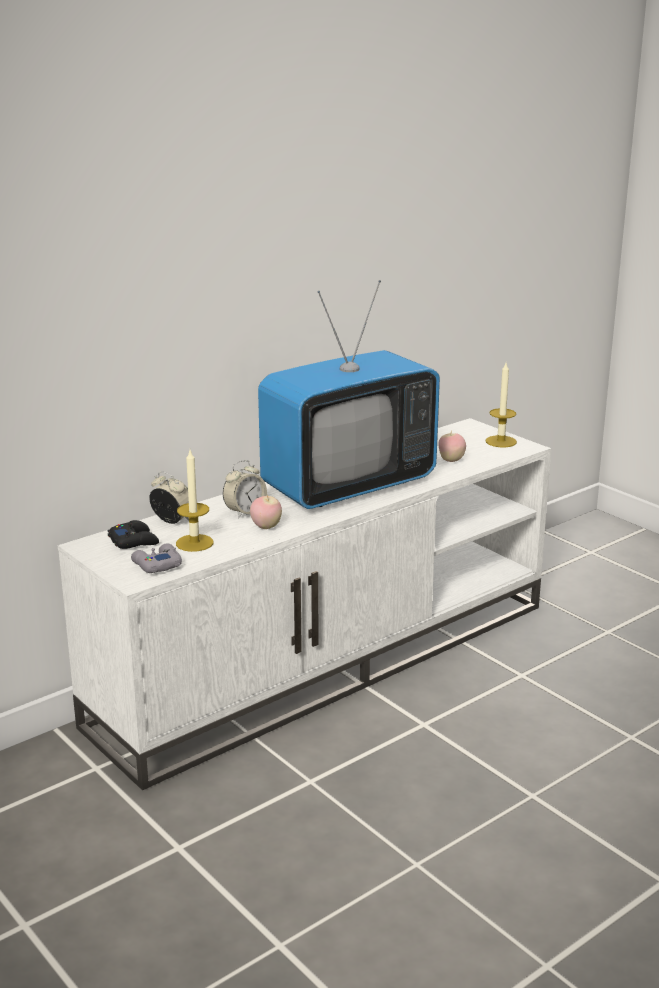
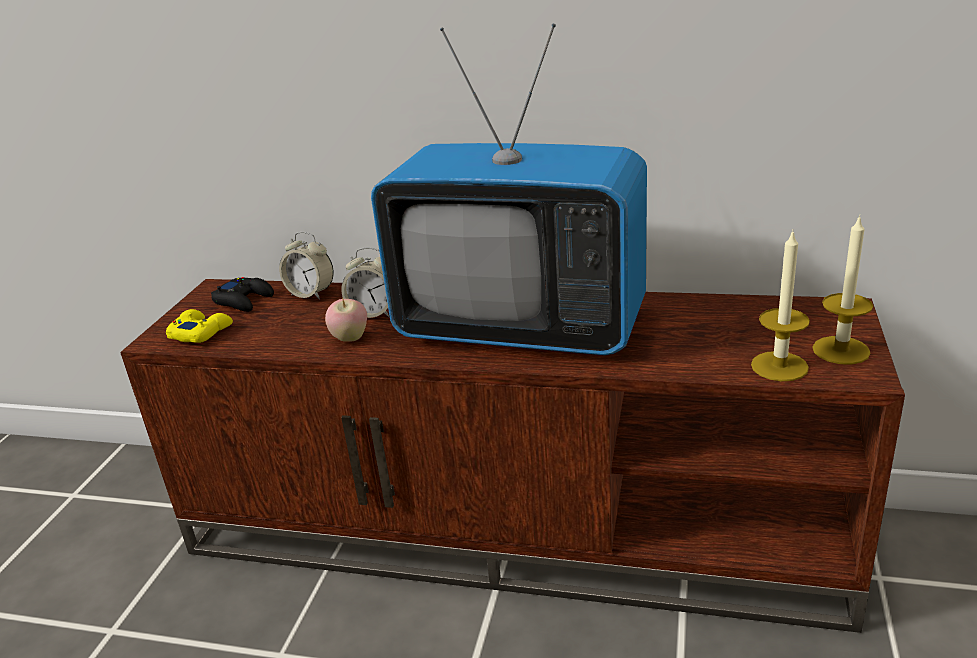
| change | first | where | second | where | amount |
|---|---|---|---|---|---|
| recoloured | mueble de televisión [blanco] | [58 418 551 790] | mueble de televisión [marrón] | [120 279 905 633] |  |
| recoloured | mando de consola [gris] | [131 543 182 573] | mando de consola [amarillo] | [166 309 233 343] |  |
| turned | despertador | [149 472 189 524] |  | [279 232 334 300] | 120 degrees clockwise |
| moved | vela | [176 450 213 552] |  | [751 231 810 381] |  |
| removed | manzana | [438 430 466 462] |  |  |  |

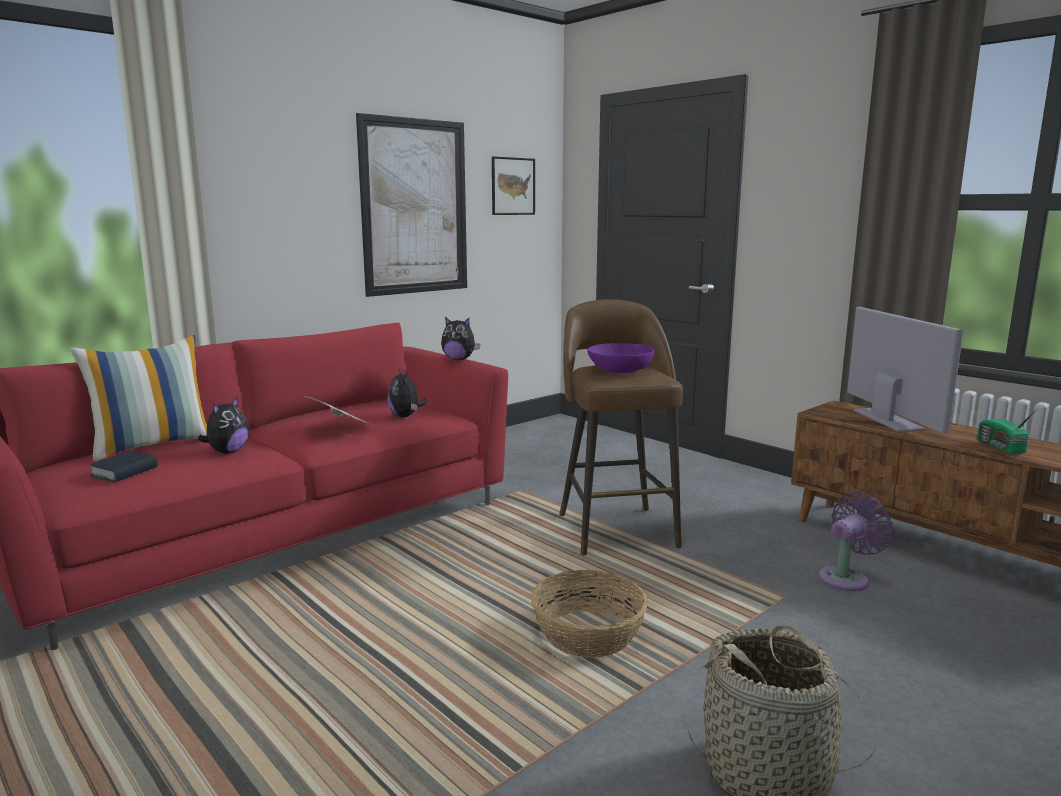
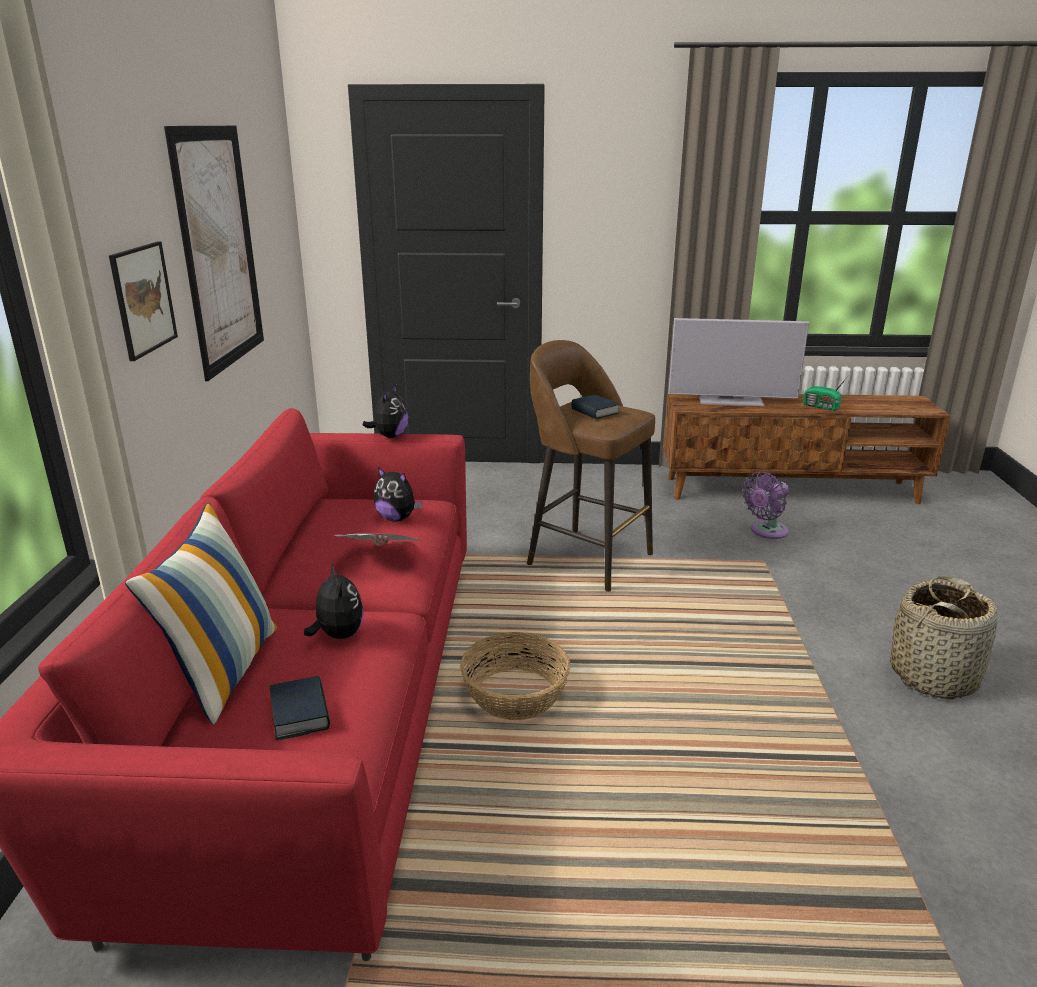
| change | first | where | second | where | amount |
|---|---|---|---|---|---|
| moved | cuadro | [492 156 535 215] |  | [109 241 178 361] |  |
| turned | peluche | [441 317 480 360] |  | [362 384 409 438] | 45 degrees counterclockwise |
| moved | cesta | [531 570 648 657] |  | [460 632 571 720] |  |
| replaced | cuenco [morado] | [587 343 655 373] | libro | [571 395 619 419] |  |
| turned | televisor | [847 307 964 434] |  | [668 318 809 406] | 150 degrees clockwise |
| turned | ventilador [morado] | [819 492 893 591] |  | [743 471 789 539] | 135 degrees counterclockwise |

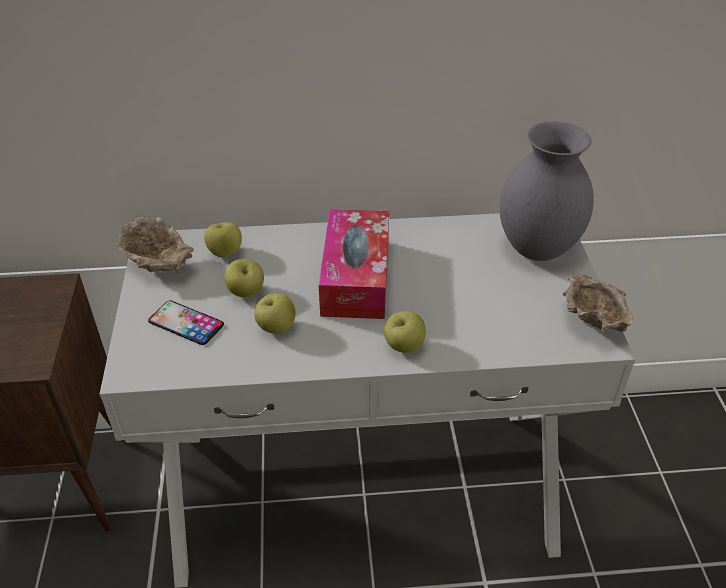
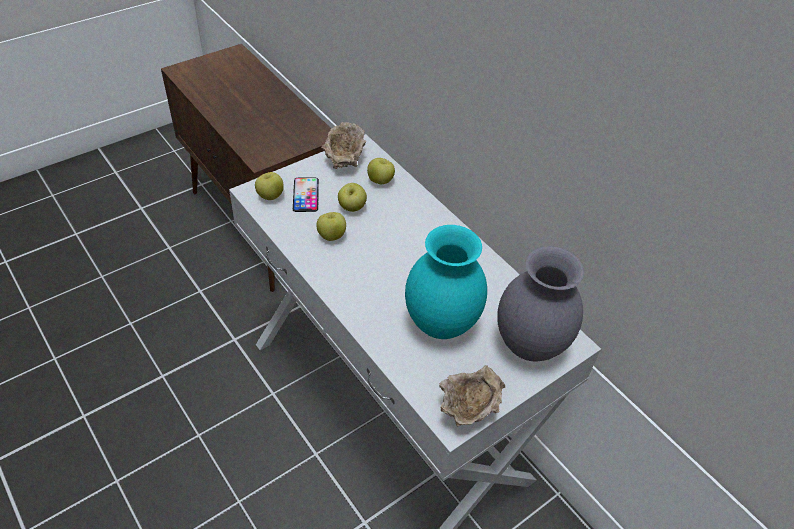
| change | first | where | second | where | amount |
|---|---|---|---|---|---|
| moved | manzana | [384 311 426 353] |  | [255 172 284 200] |  |
| added |  |  | florero [turquesa] | [405 225 487 339] |  |
| removed | caja de pañuelos | [319 209 389 319] |  |  |  |

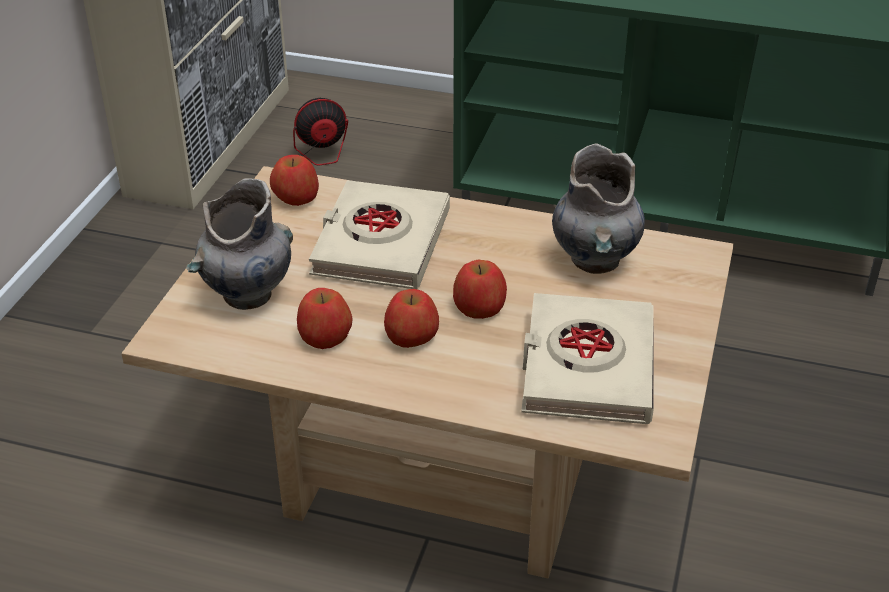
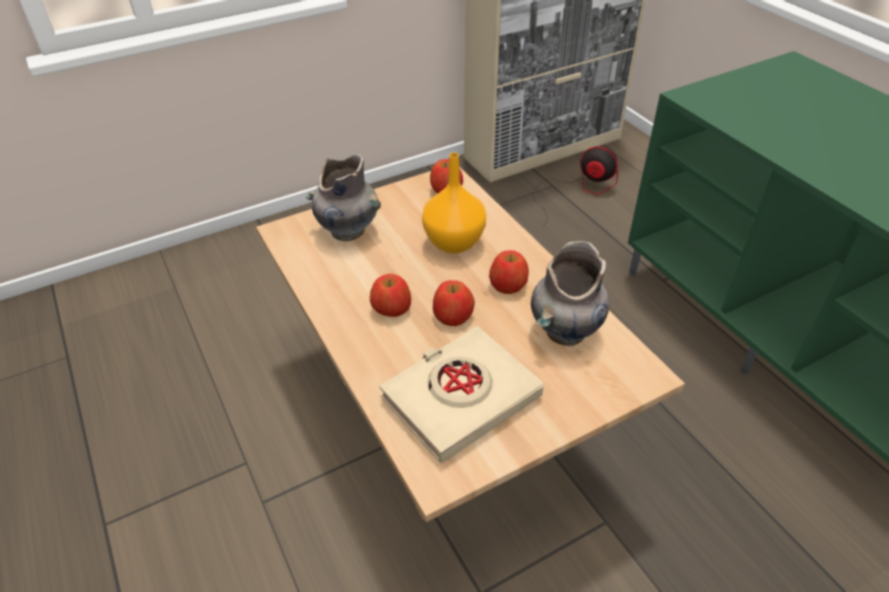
| change | first | where | second | where | amount |
|---|---|---|---|---|---|
| replaced | libro [beis] | [309 180 450 289] | florero [naranja] | [422 152 486 253] |  |
| moved | manzana | [297 288 353 349] |  | [489 250 529 294] |  |

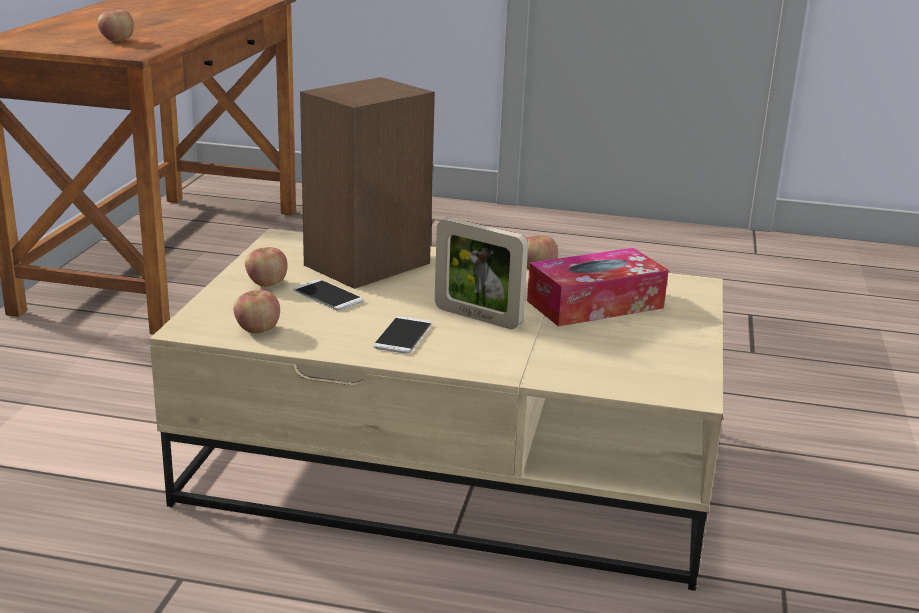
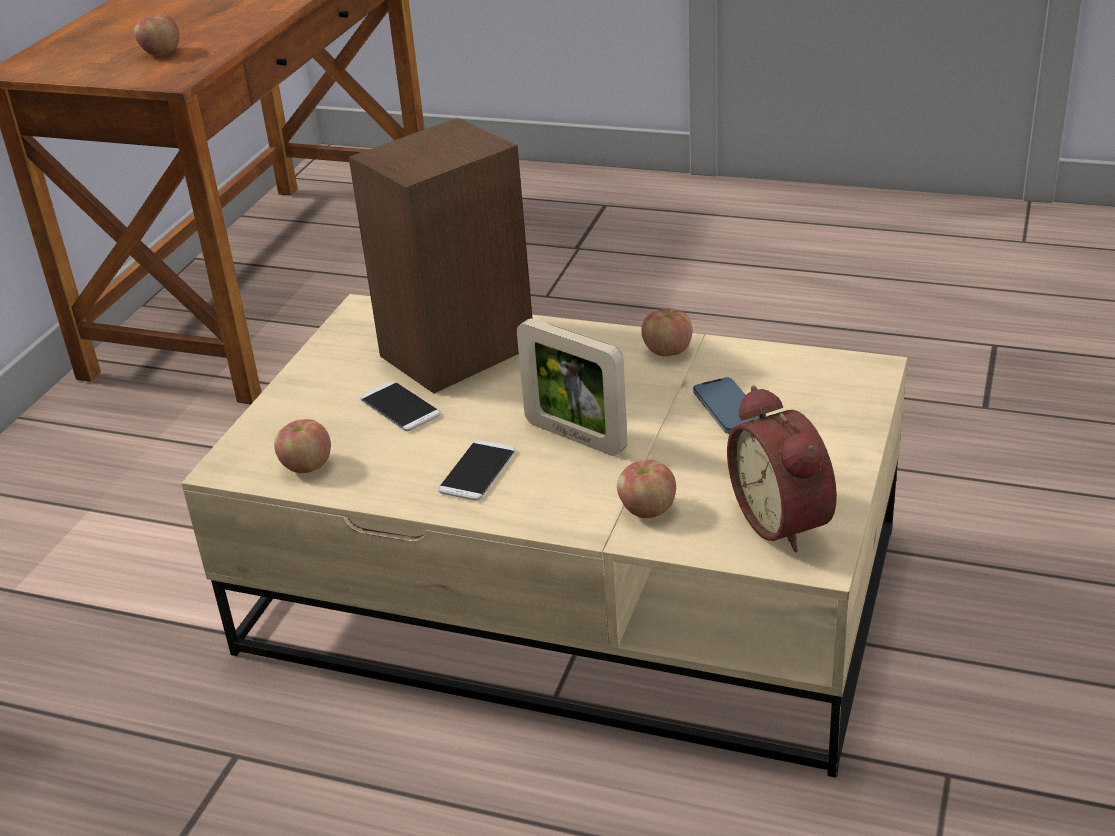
| change | first | where | second | where | amount |
|---|---|---|---|---|---|
| moved | manzana | [245 247 288 287] |  | [617 460 676 518] |  |
| replaced | caja de pañuelos | [527 248 668 327] | móvil | [693 377 760 434] |  |
| added |  |  | despertador | [727 386 837 553] |  |

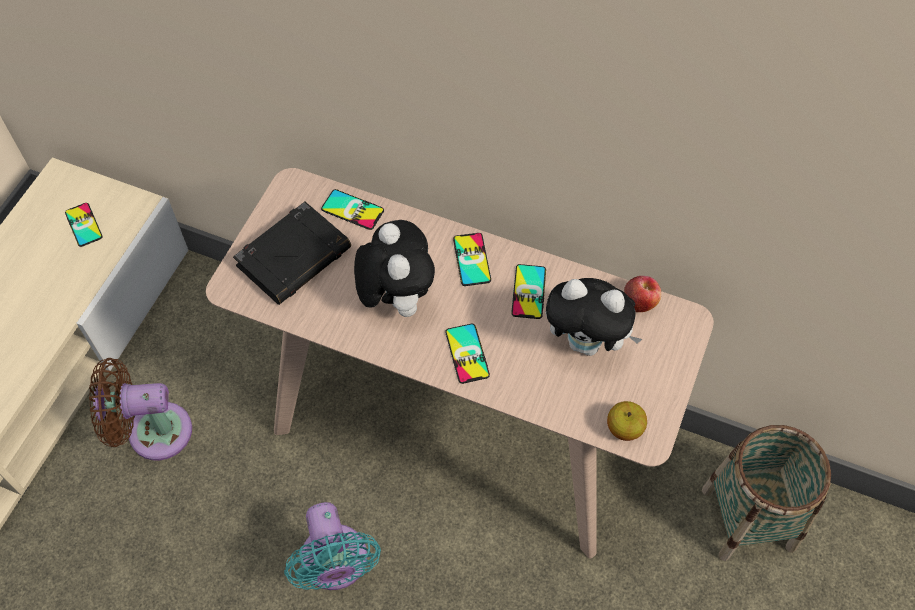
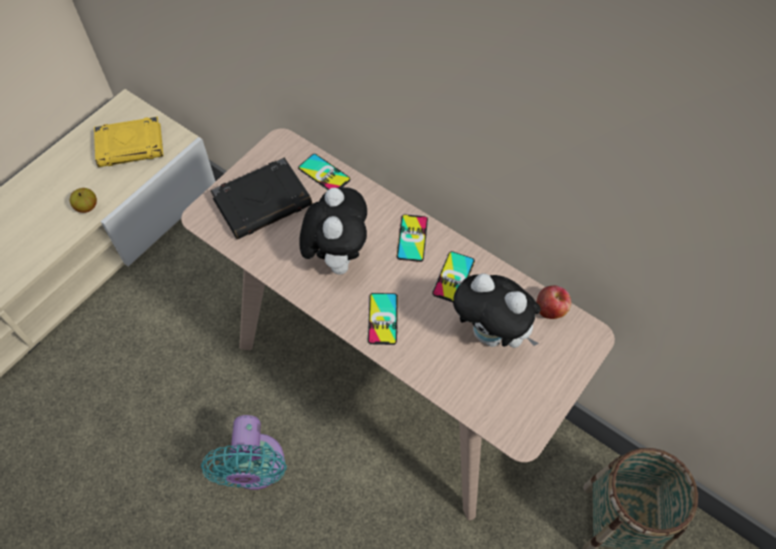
| change | first | where | second | where | amount |
|---|---|---|---|---|---|
| moved | manzana | [607 401 647 441] |  | [70 188 97 213] |  |
| replaced | móvil | [65 203 103 247] | libro [amarillo] | [94 117 163 167] |  |
| removed | ventilador [marrón] | [89 358 192 461] |  |  |  |

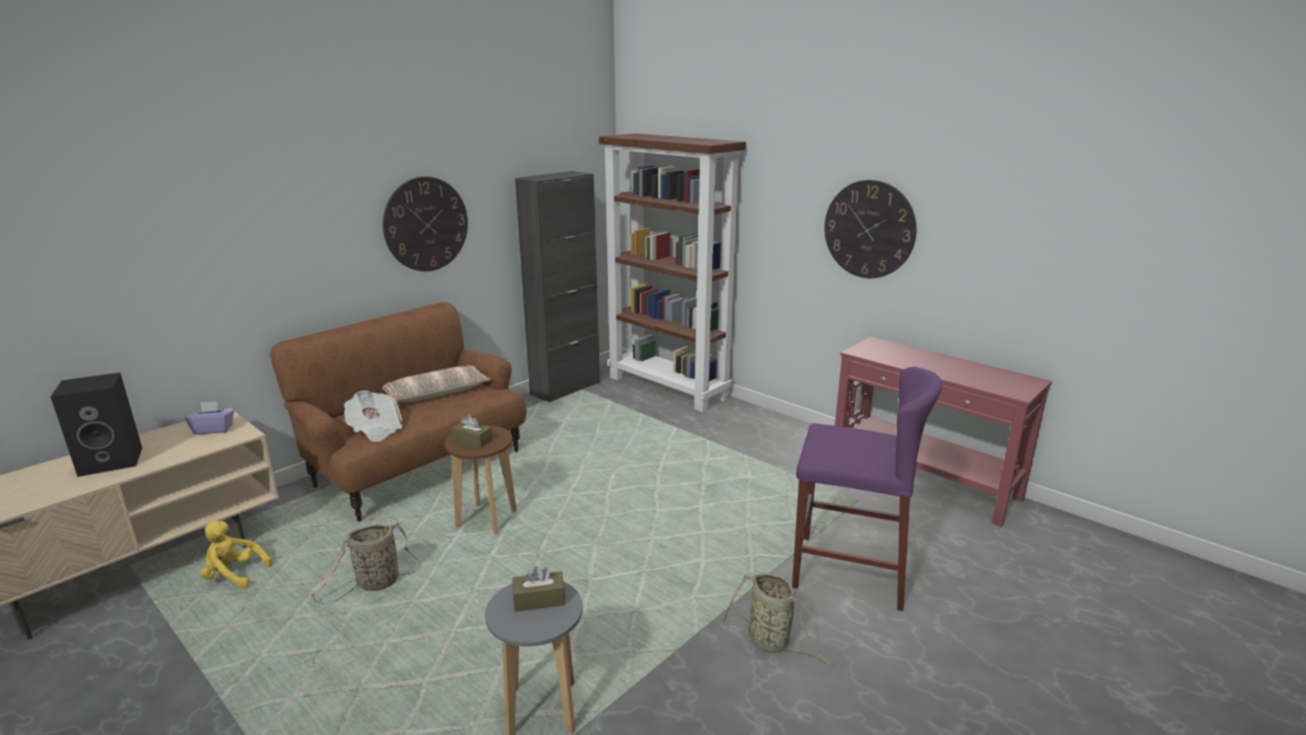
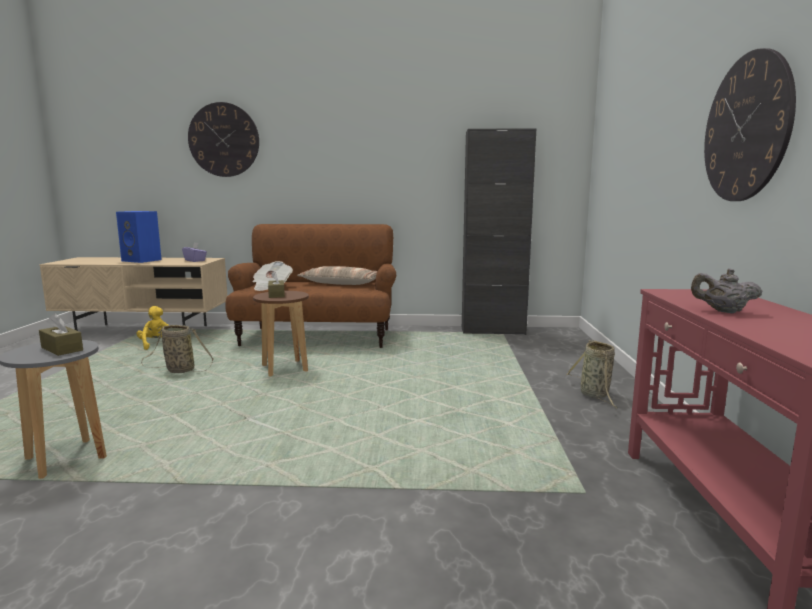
| change | first | where | second | where | amount |
|---|---|---|---|---|---|
| recoloured | altavoz [negro] | [51 373 142 477] | altavoz [azul] | [116 211 162 263] |  |
| moved | reloj de pared | [383 177 468 271] |  | [188 102 259 177] |  |
| moved | cesta | [721 573 832 665] |  | [566 340 619 409] |  |
| added |  |  | tetera [gris] | [691 268 763 313] |  |
| removed | estantería [marrón] | [599 133 746 412] |  |  |  |
| removed | taburete [morado] | [792 367 942 611] |  |  |  |

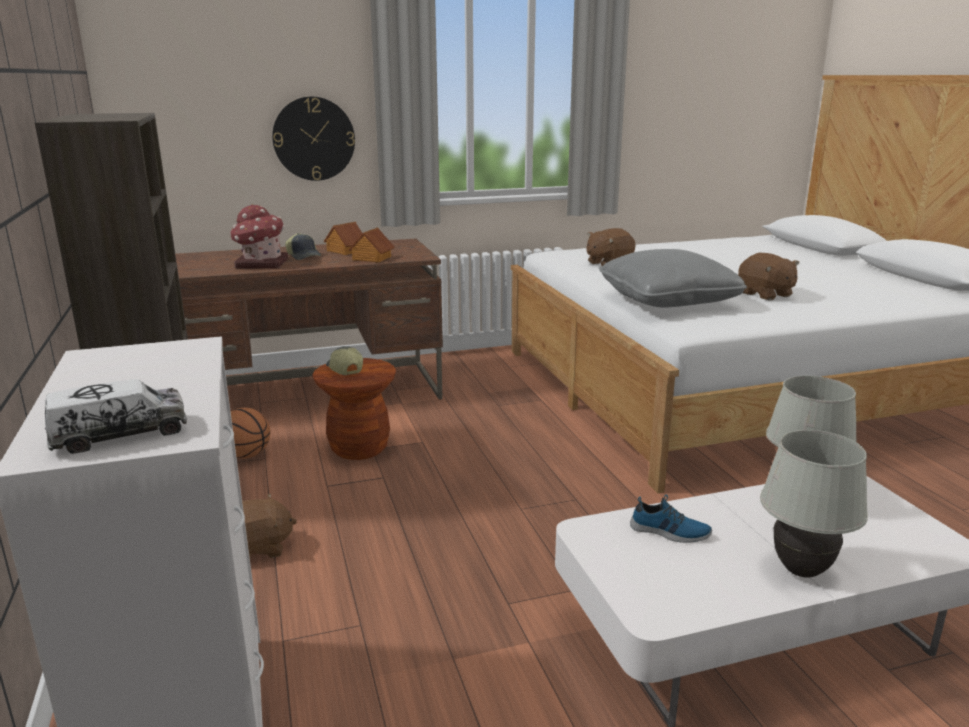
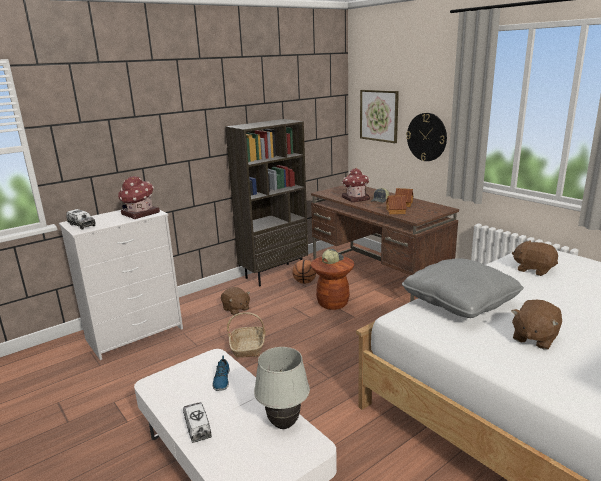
| change | first | where | second | where | amount |
|---|---|---|---|---|---|
| added |  |  | casita | [118 176 160 219] |  |
| replaced | lámpara de mesa [blanco] | [760 430 868 578] | camión de juguete | [183 402 212 443] |  |
| added |  |  | cesta | [227 312 266 358] |  |
| added |  |  | cuadro | [360 90 399 143] |  |

